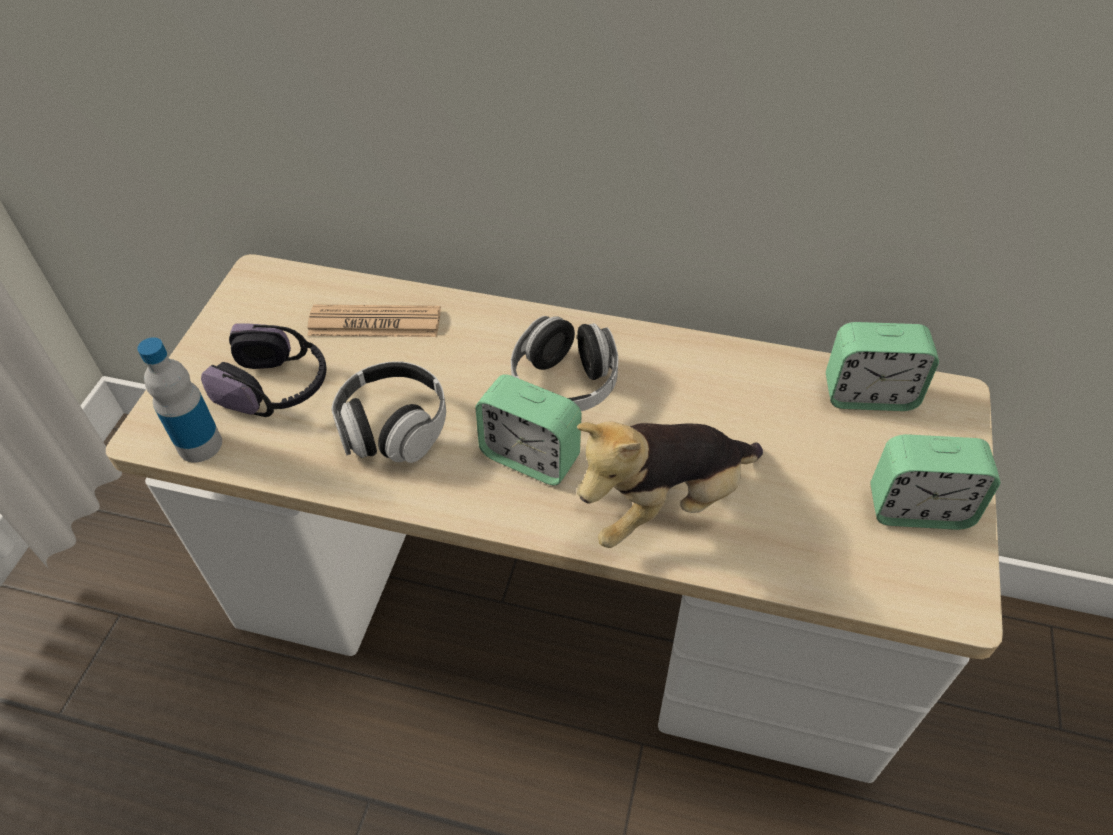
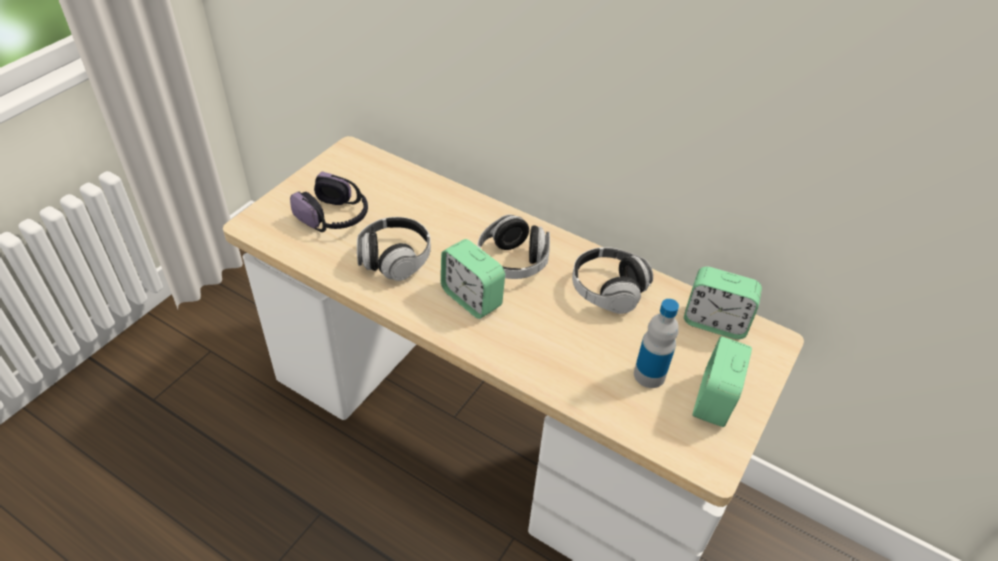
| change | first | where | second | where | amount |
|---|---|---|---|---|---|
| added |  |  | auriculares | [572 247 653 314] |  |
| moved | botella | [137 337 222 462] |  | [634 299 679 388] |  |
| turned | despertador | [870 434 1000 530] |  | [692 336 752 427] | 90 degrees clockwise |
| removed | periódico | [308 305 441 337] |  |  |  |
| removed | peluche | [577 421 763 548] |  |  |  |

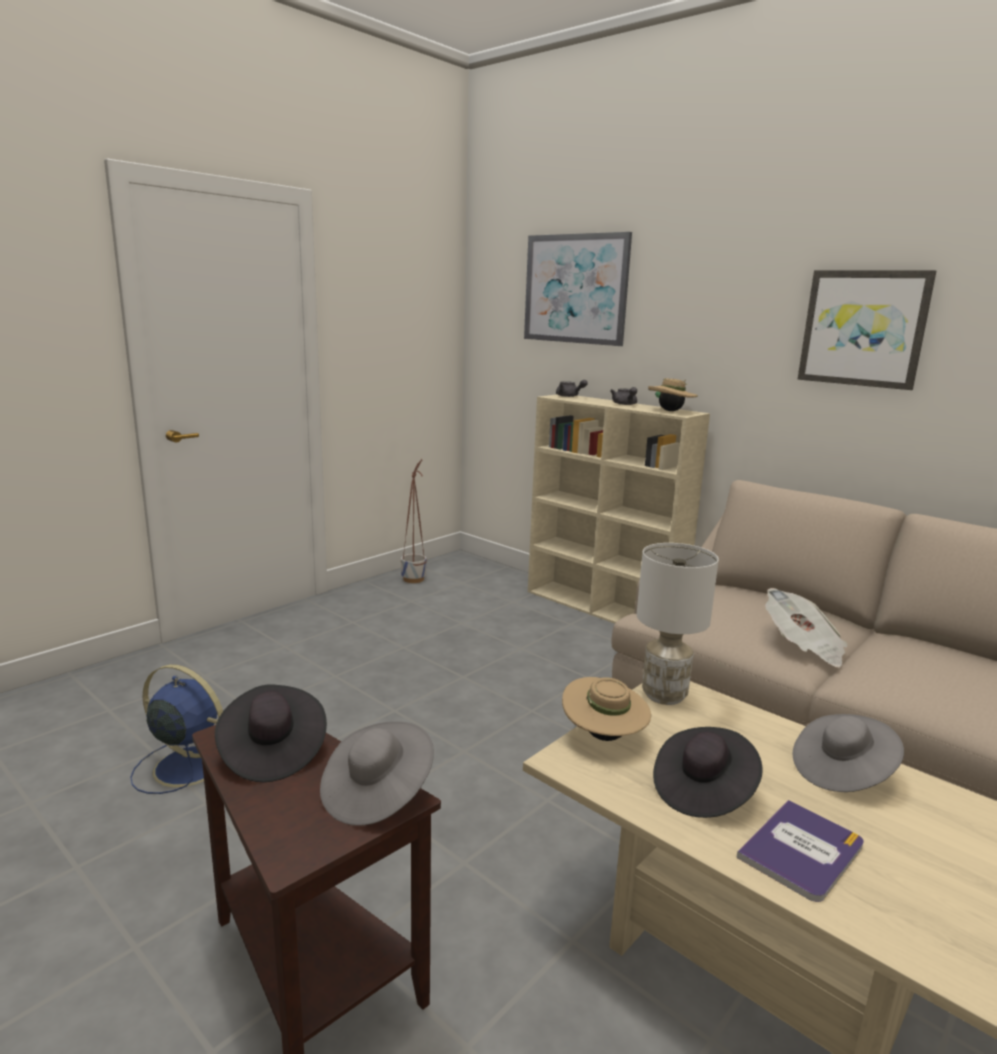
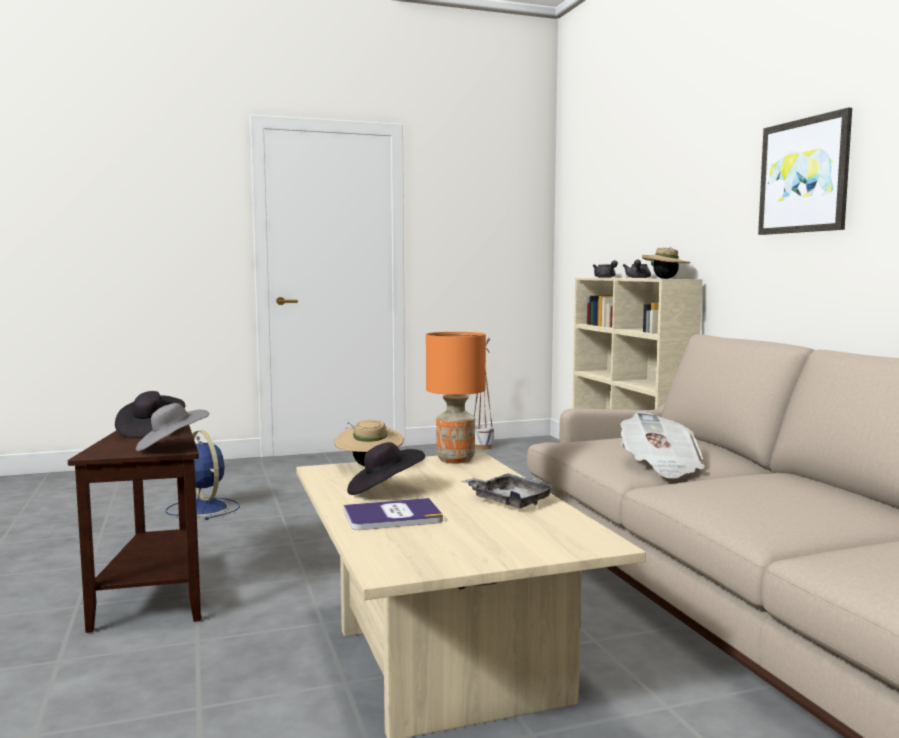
| change | first | where | second | where | amount |
|---|---|---|---|---|---|
| recoloured | lámpara de mesa [blanco] | [637 543 719 705] | lámpara de mesa [naranja] | [426 332 486 463] |  |
| replaced | sombrero [gris] | [793 714 904 792] | bandeja [gris] | [460 473 557 508] |  |
| removed | cuadro | [524 232 632 346] |  |  |  |

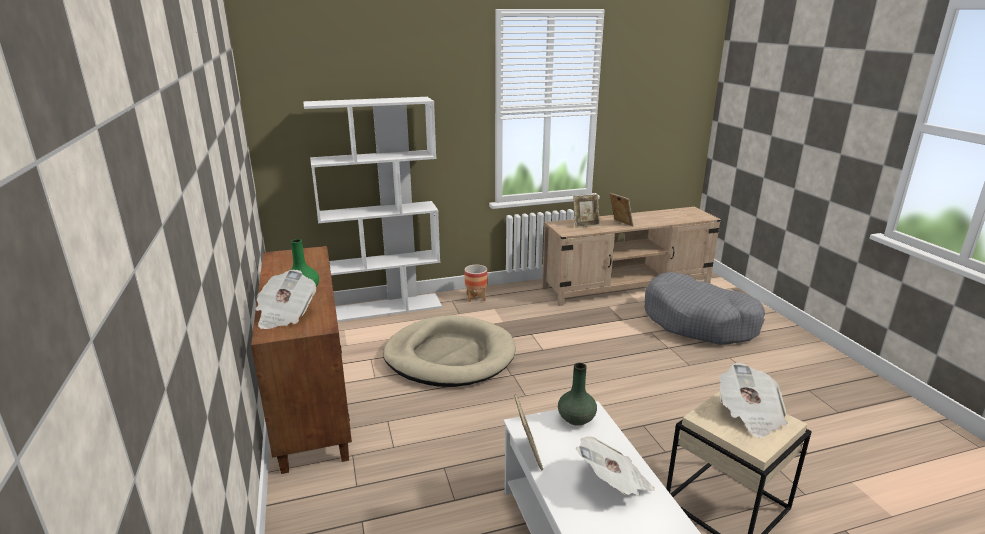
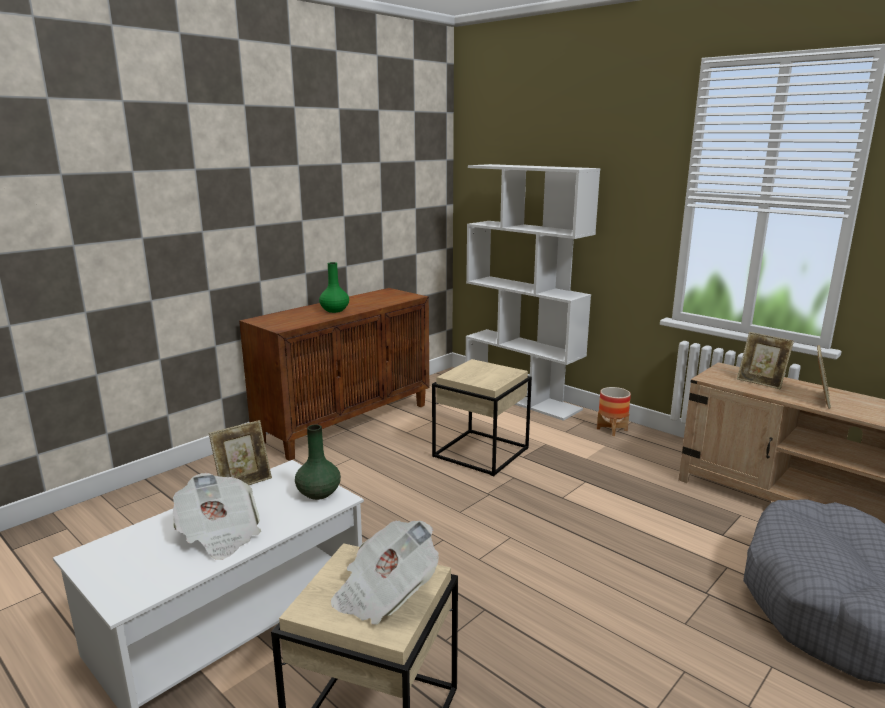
| change | first | where | second | where | amount |
|---|---|---|---|---|---|
| replaced | cama para perro [beis] | [383 315 515 387] | mesa auxiliar [beis] | [432 359 532 476] |  |
| removed | periódico | [255 270 316 329] |  |  |  |

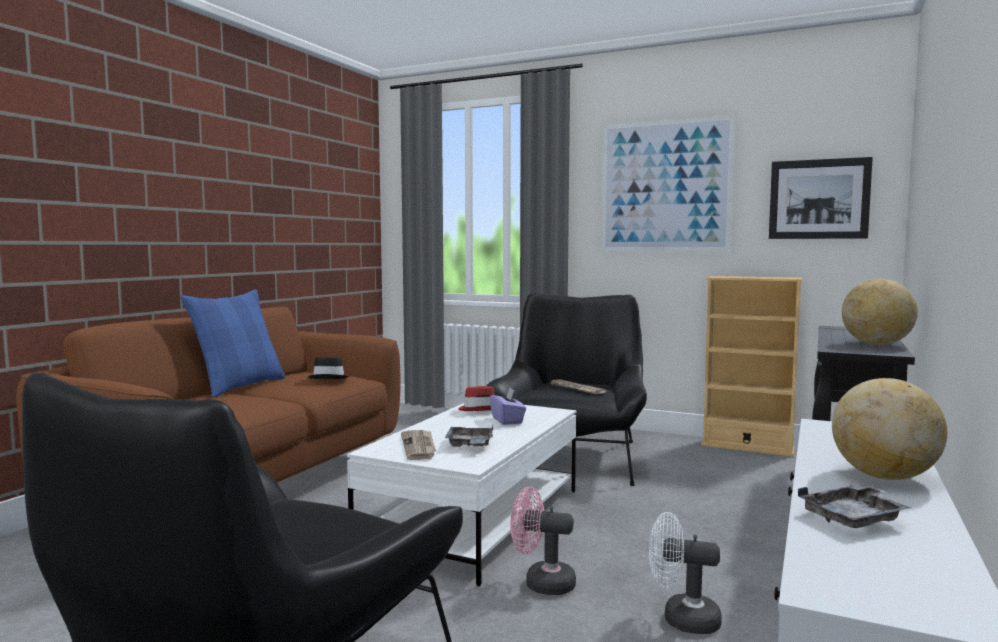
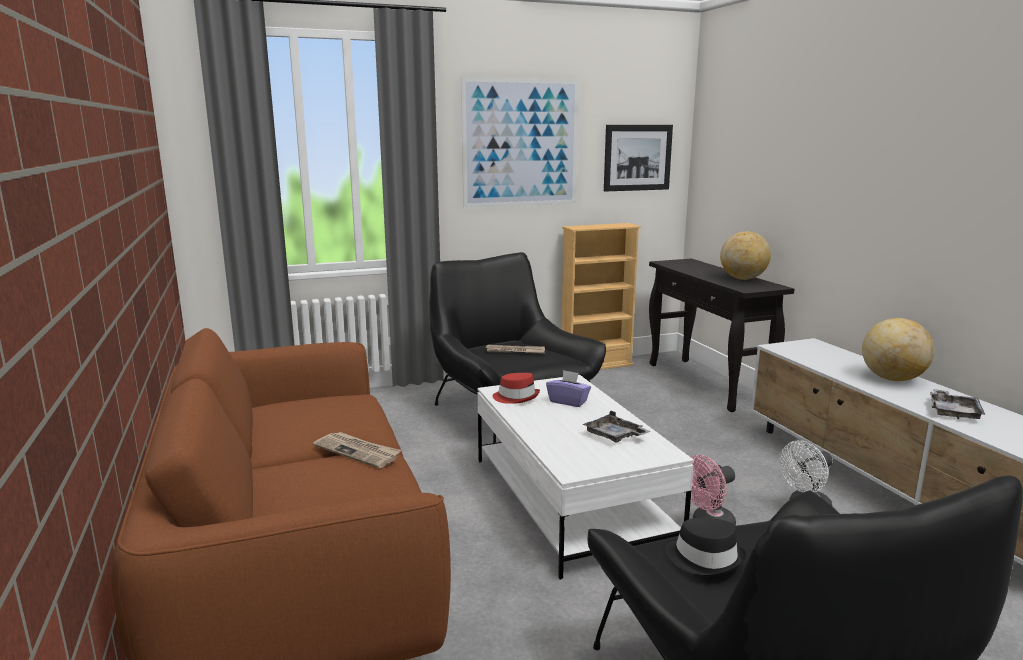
| change | first | where | second | where | amount |
|---|---|---|---|---|---|
| moved | periódico | [401 430 436 460] |  | [313 432 401 468] |  |
| moved | sombrero [negro] | [308 357 349 379] |  | [666 517 746 576] |  |
| removed | cojín [azul] | [180 289 285 397] |  |  |  |

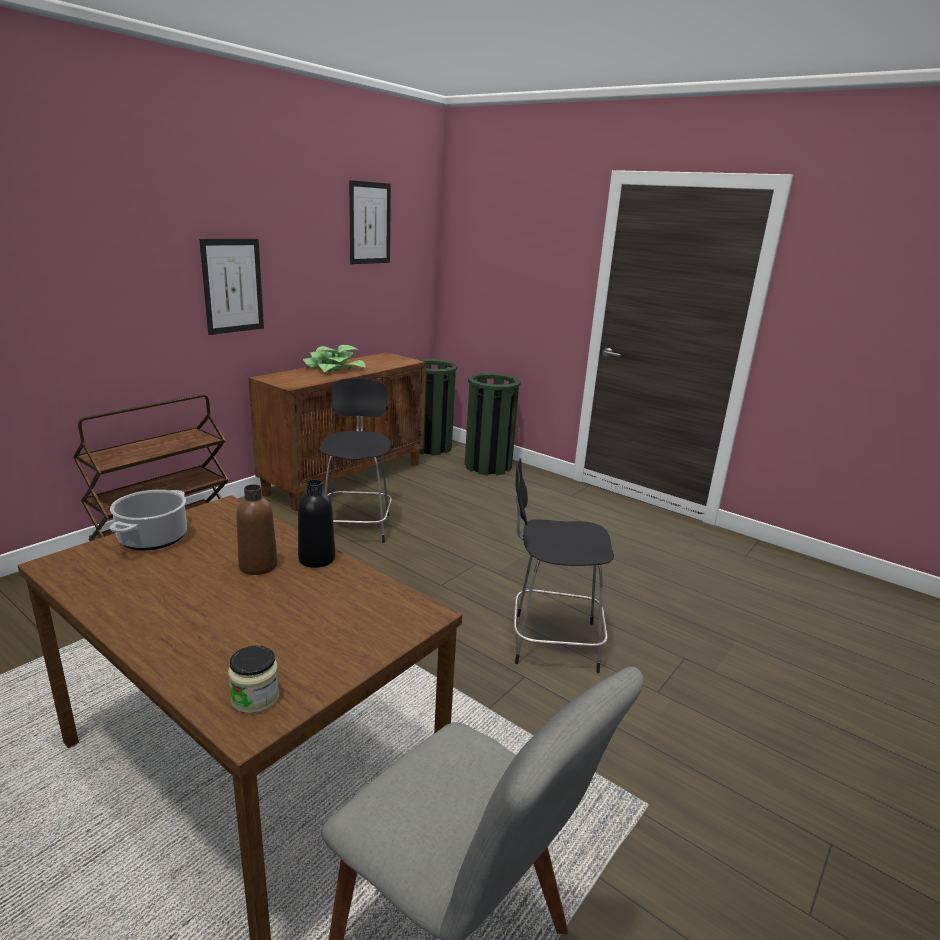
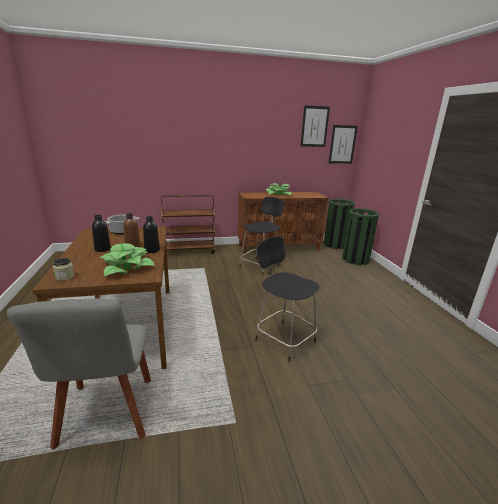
| change | first | where | second | where | amount |
|---|---|---|---|---|---|
| added |  |  | botella [negro] | [92 215 111 252] |  |
| added |  |  | planta en maceta | [100 243 155 276] |  |
| moved | cuadro | [199 239 264 335] |  | [329 125 358 164] |  |

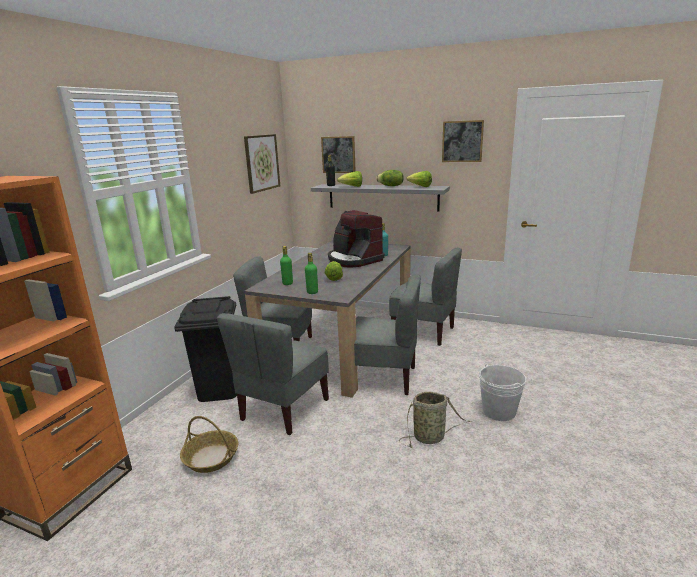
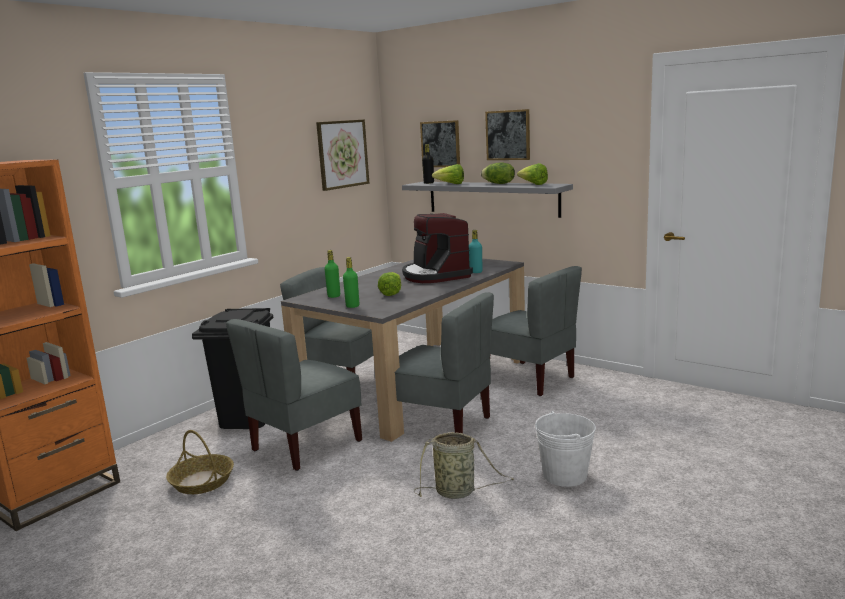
| change | first | where | second | where | amount |
|---|---|---|---|---|---|
| moved | cuadro | [442 120 484 162] |  | [485 109 530 160] |  |

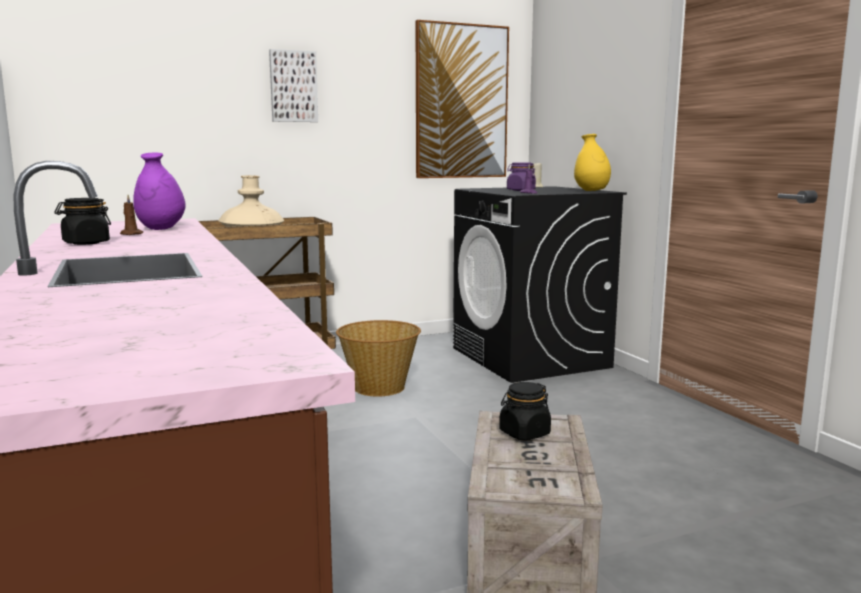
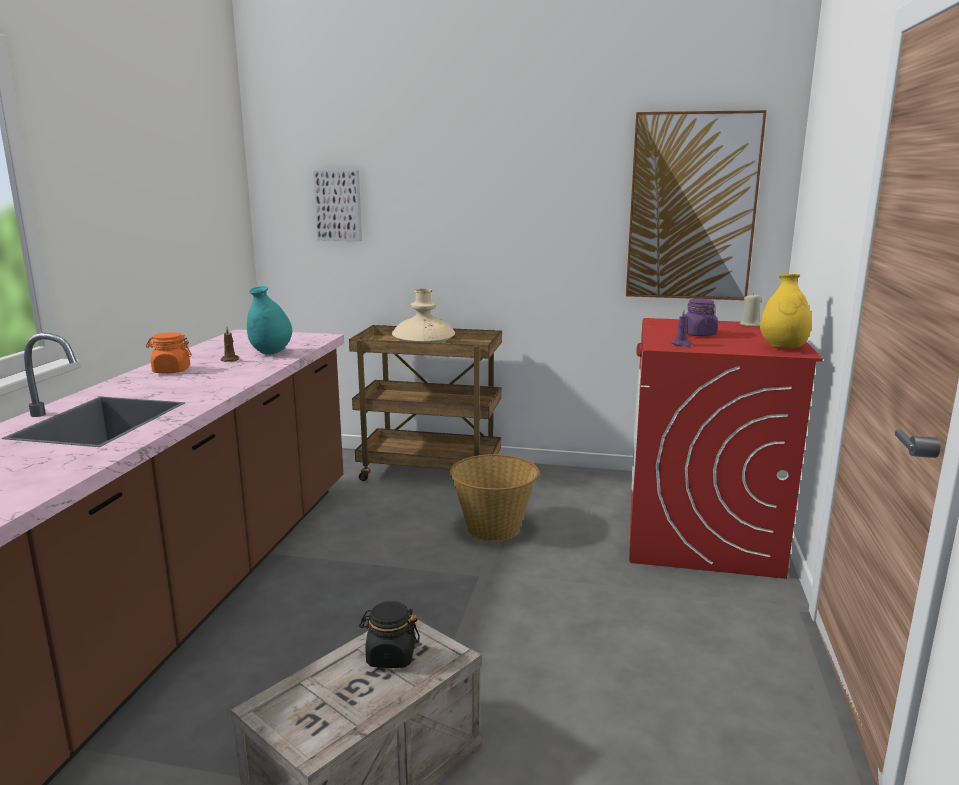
| change | first | where | second | where | amount |
|---|---|---|---|---|---|
| recoloured | tarro [negro] | [54 198 111 245] | tarro [naranja] | [146 332 192 373] |  |
| recoloured | florero [morado] | [133 152 186 230] | florero [turquesa] | [247 286 292 354] |  |
| moved | cuadro | [269 49 318 122] |  | [313 170 362 241] |  |
| recoloured | lavadora [negro] | [453 186 627 383] | lavadora [rojo] | [629 318 823 579] |  |

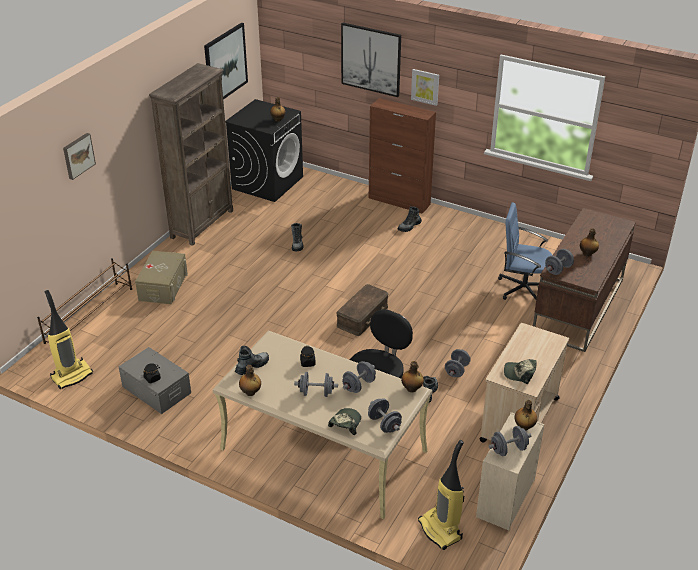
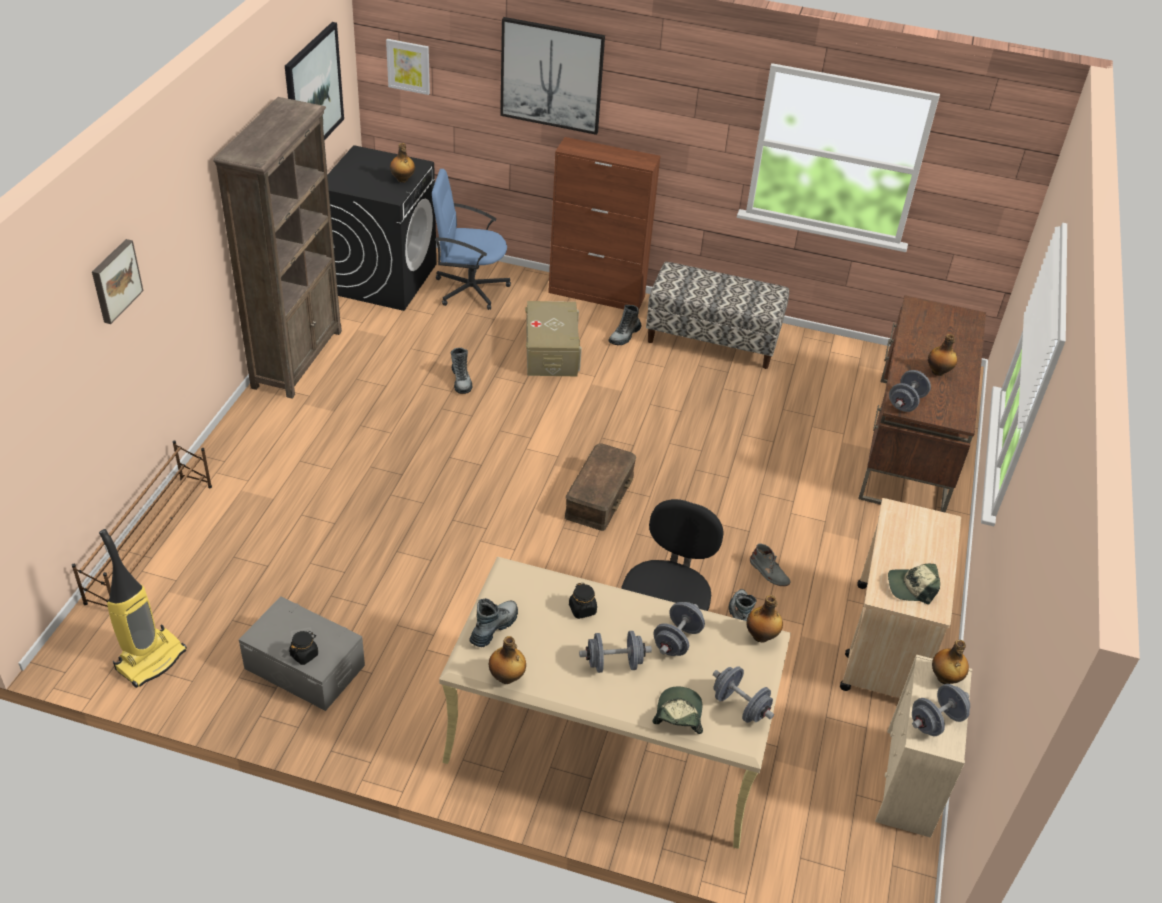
| change | first | where | second | where | amount |
|---|---|---|---|---|---|
| moved | cuadro | [411 69 439 106] |  | [386 39 430 95] |  |
| moved | silla de oficina [azul] | [498 203 552 300] |  | [432 169 511 310] |  |
| moved | caja de almacenaje [beis] | [135 251 188 304] |  | [525 301 582 376] |  |
| added |  |  | banco | [646 262 789 369] |  |
| replaced | mancuerna [gris] | [445 349 471 377] | bota [gris] | [750 543 790 586] |  |
| removed | aspiradora | [418 440 464 550] |  |  |  |

